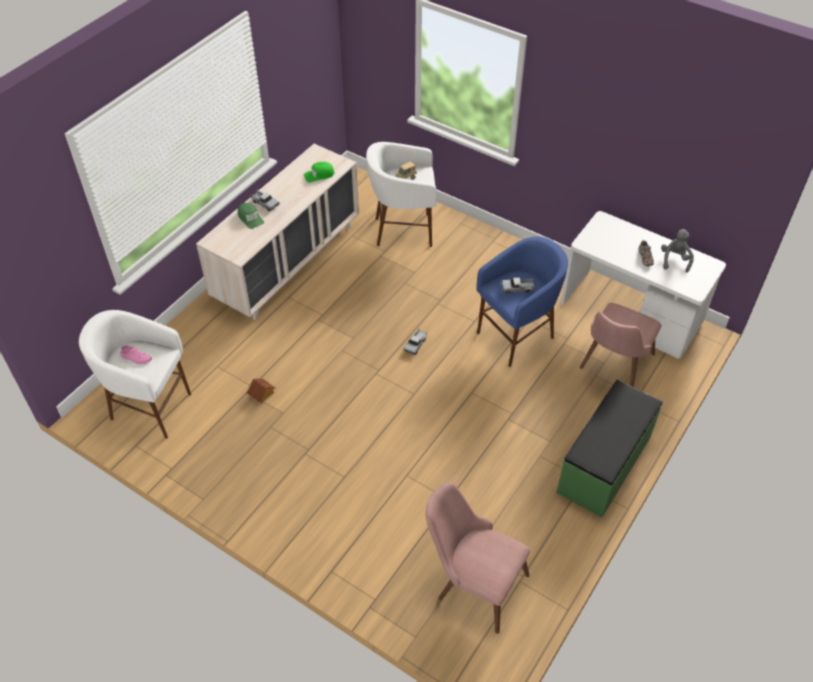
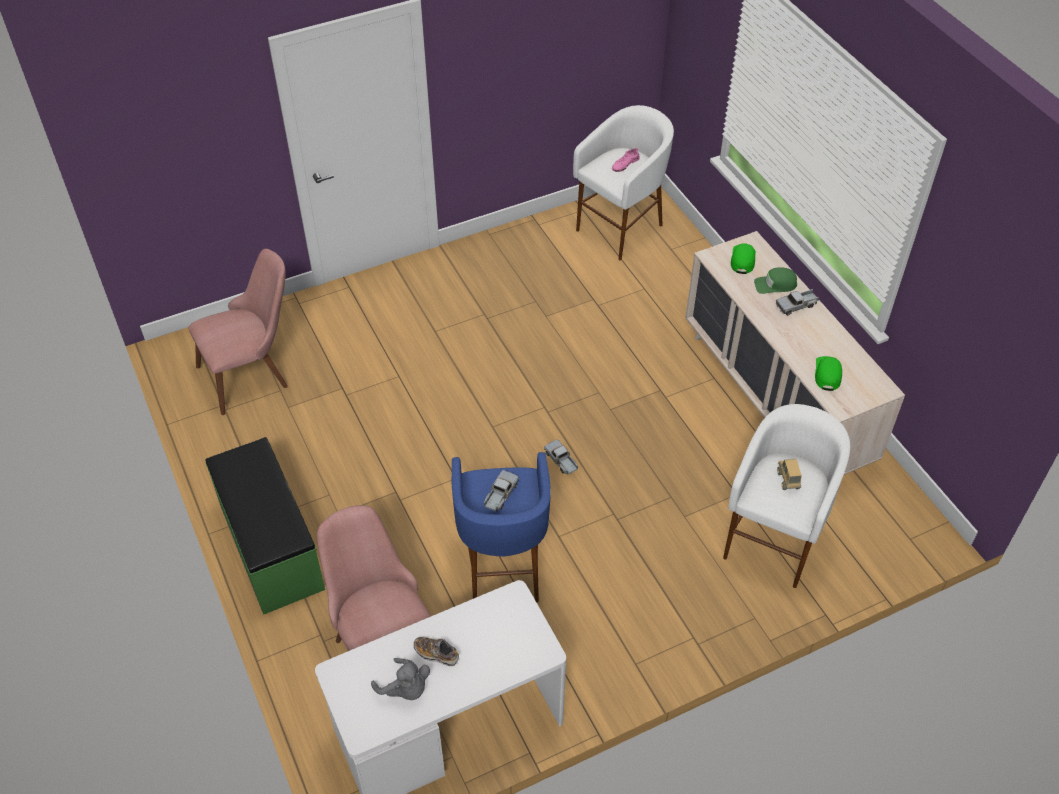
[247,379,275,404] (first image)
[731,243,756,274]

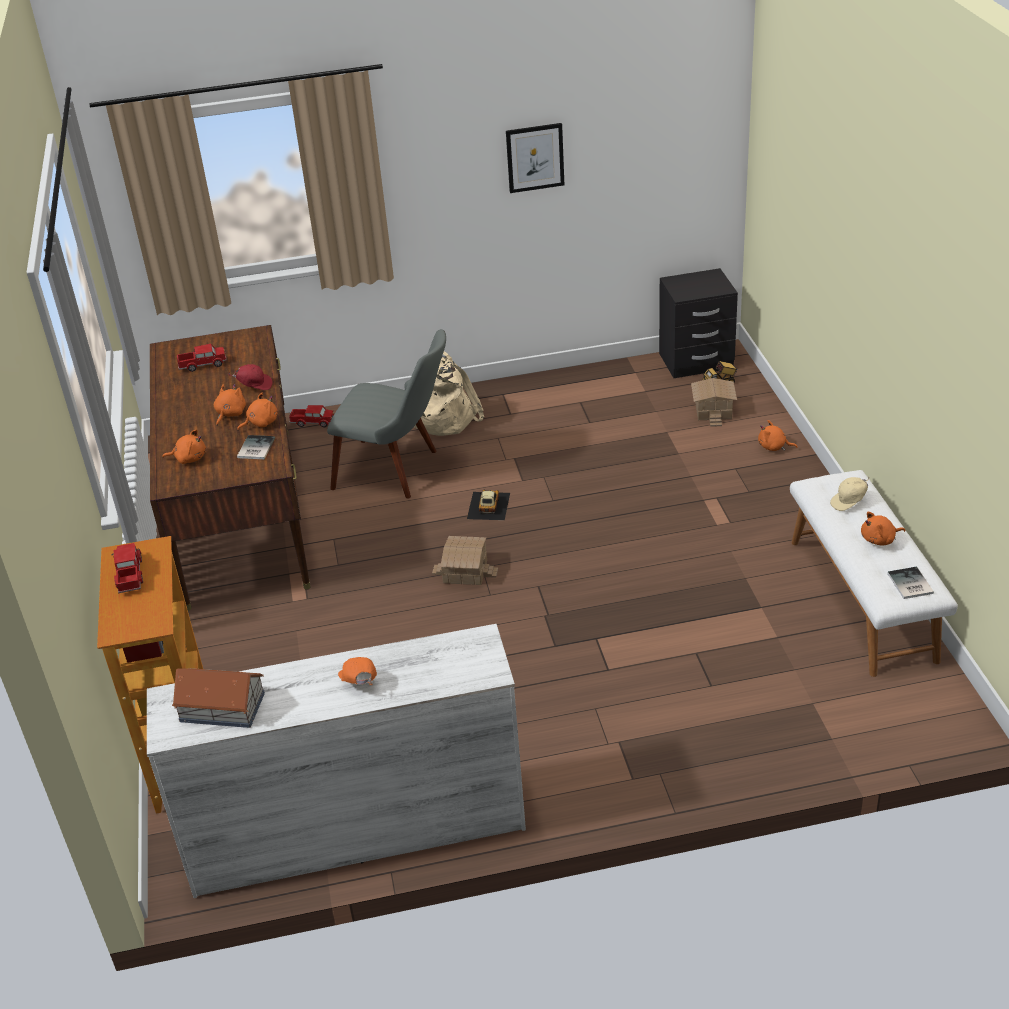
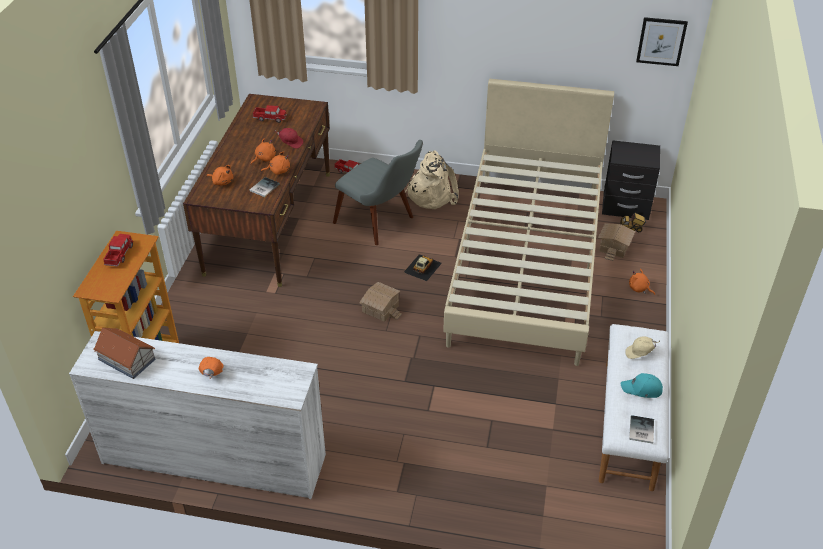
[443,79,614,366]
[636,17,688,66]
[621,373,663,398]

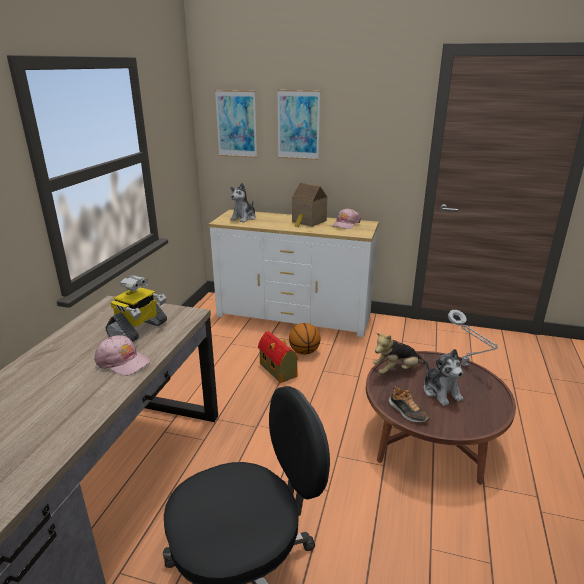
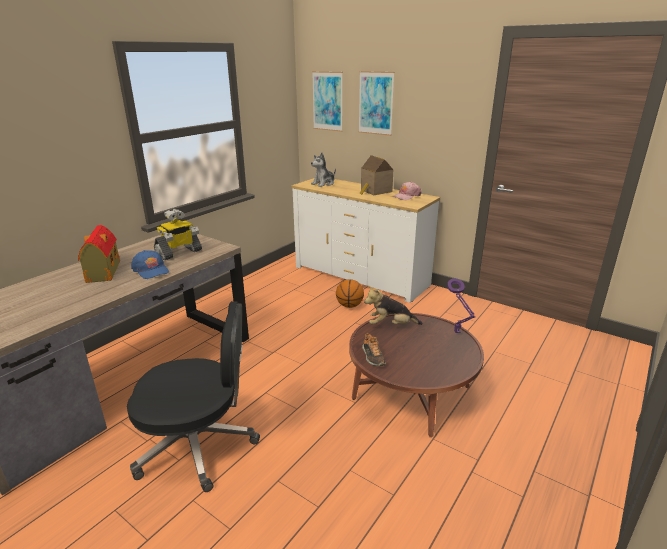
[423,349,463,406] (first image)
[78,225,120,283]
[131,250,169,279]
[447,279,475,333]

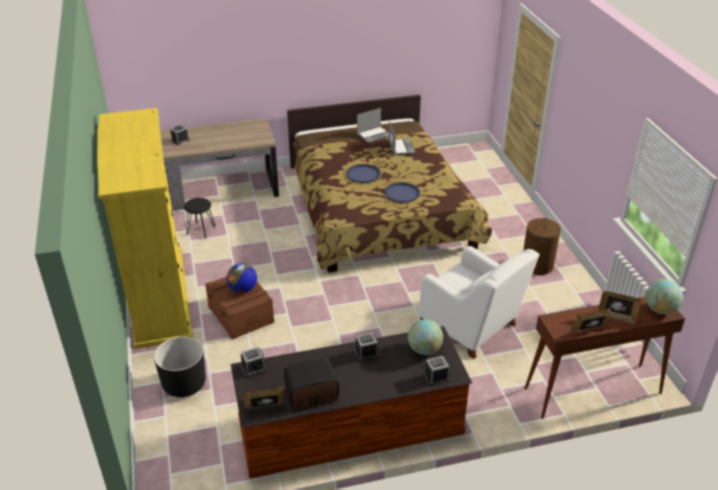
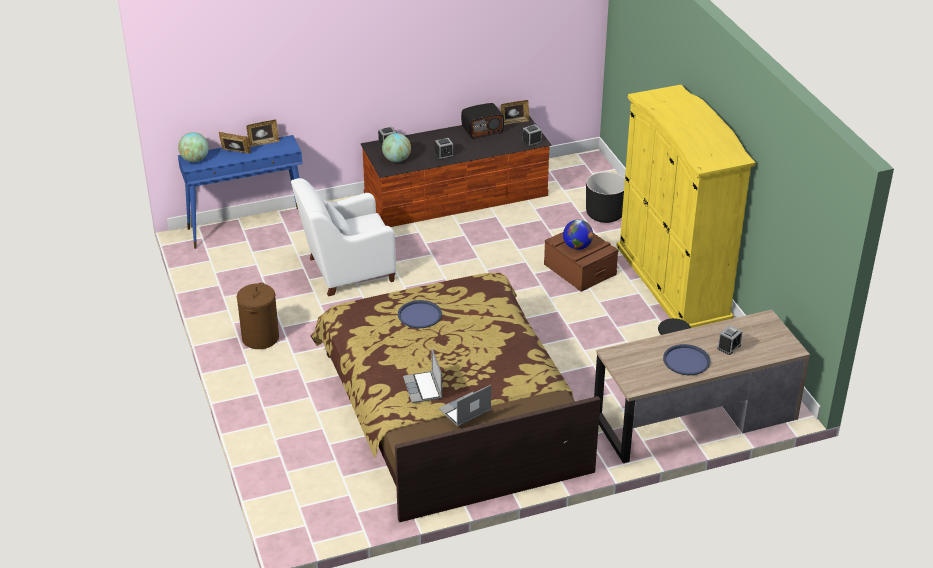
[663,344,710,375]
[178,135,302,249]
[291,178,396,296]

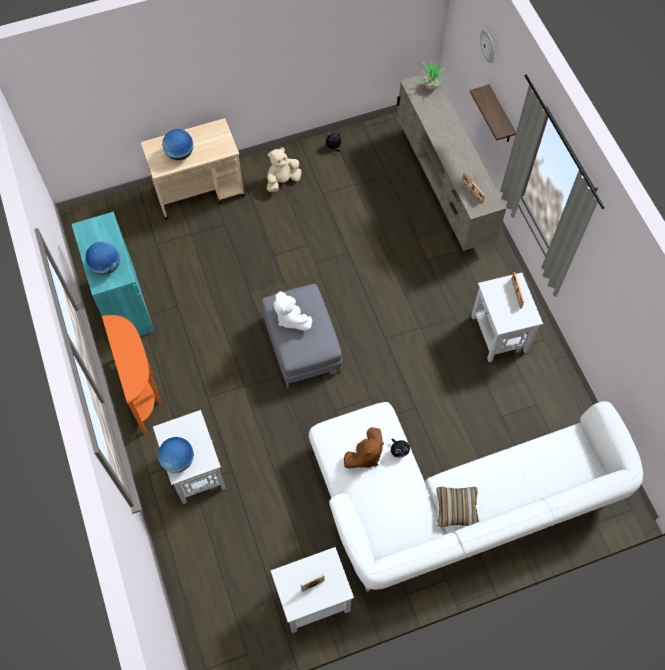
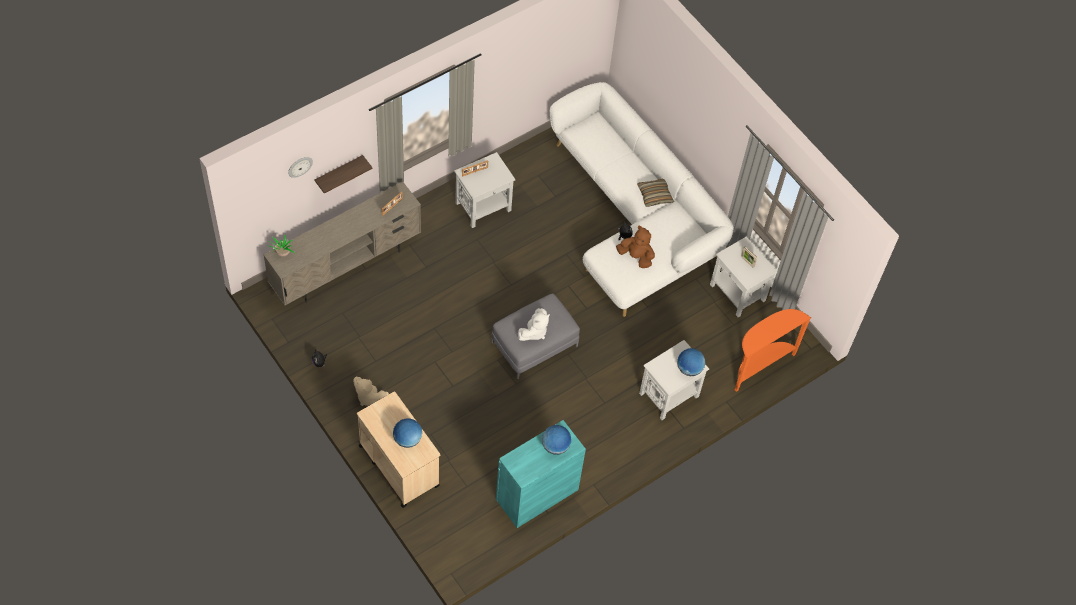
[735,309,811,392]

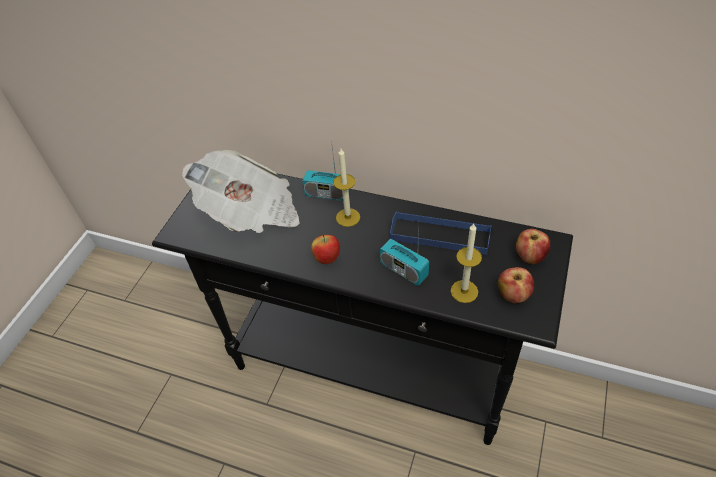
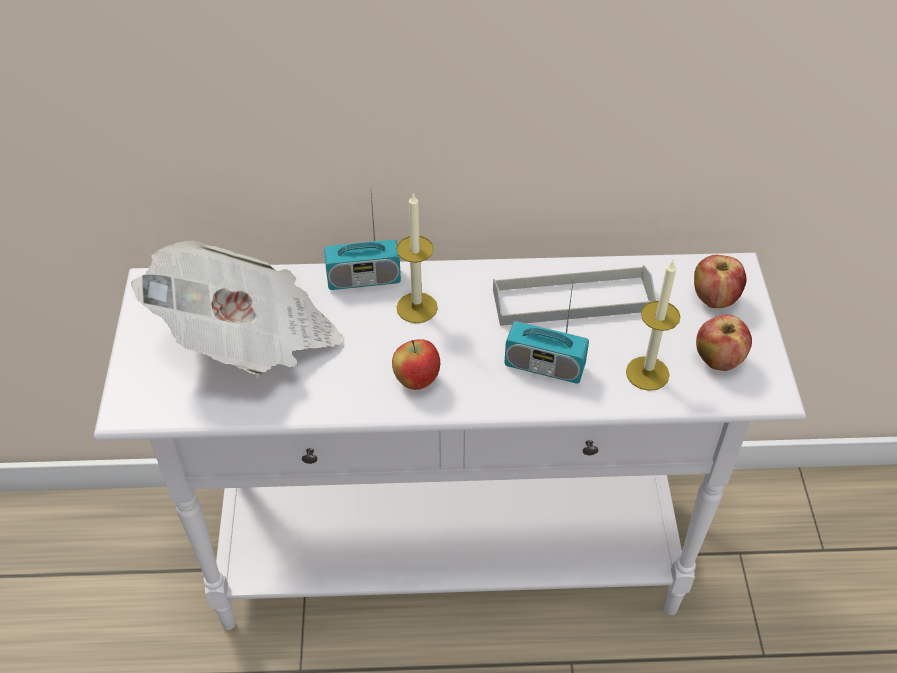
[94,253,806,630]
[493,265,656,326]

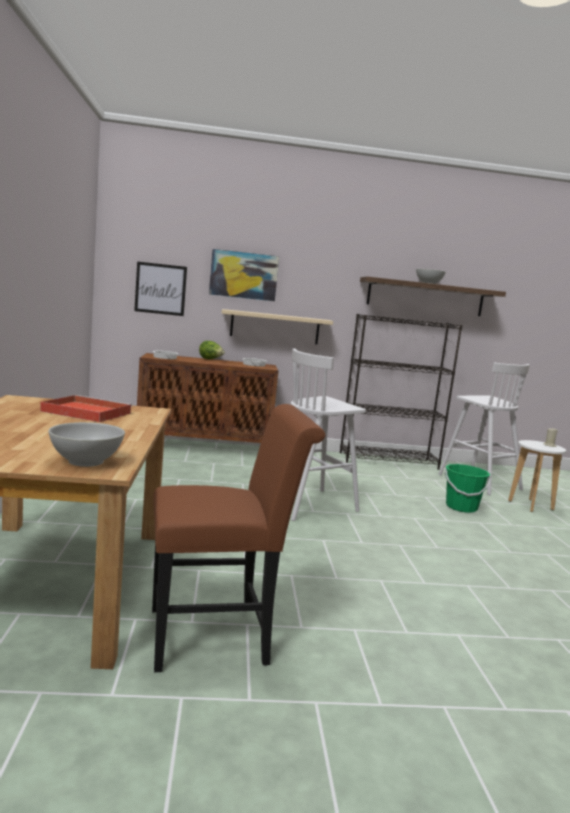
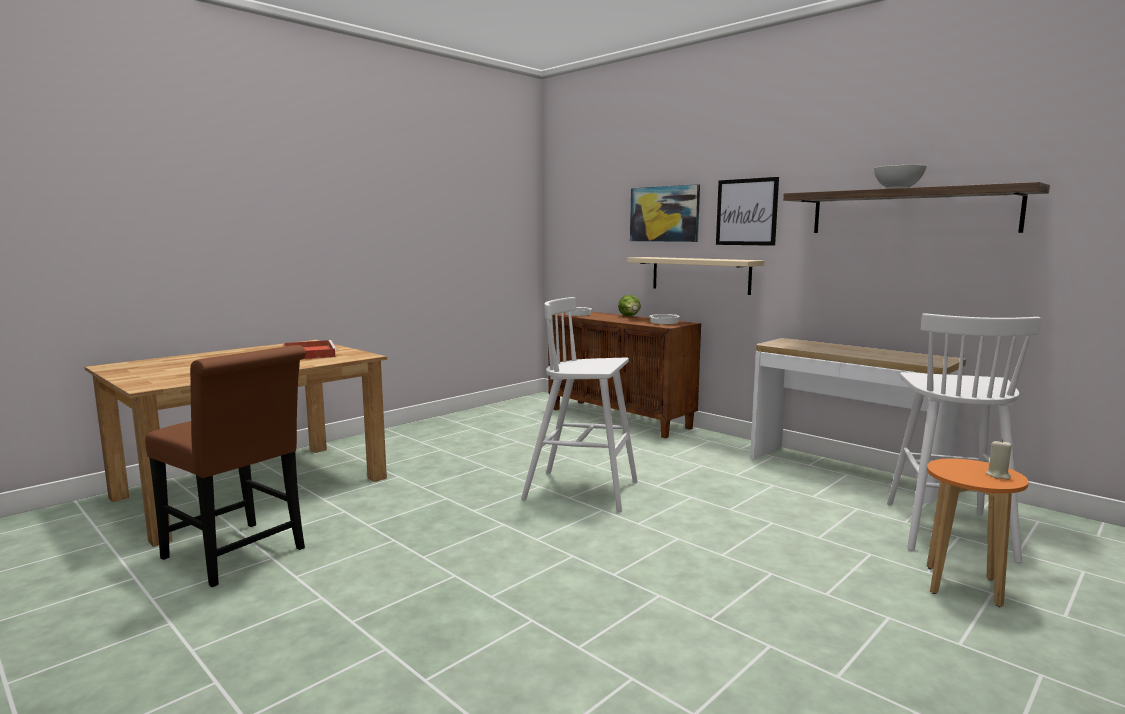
[48,422,125,467] (first image)
[445,464,491,513] (first image)
[716,177,779,246]
[750,338,966,503]
[926,458,1029,607]

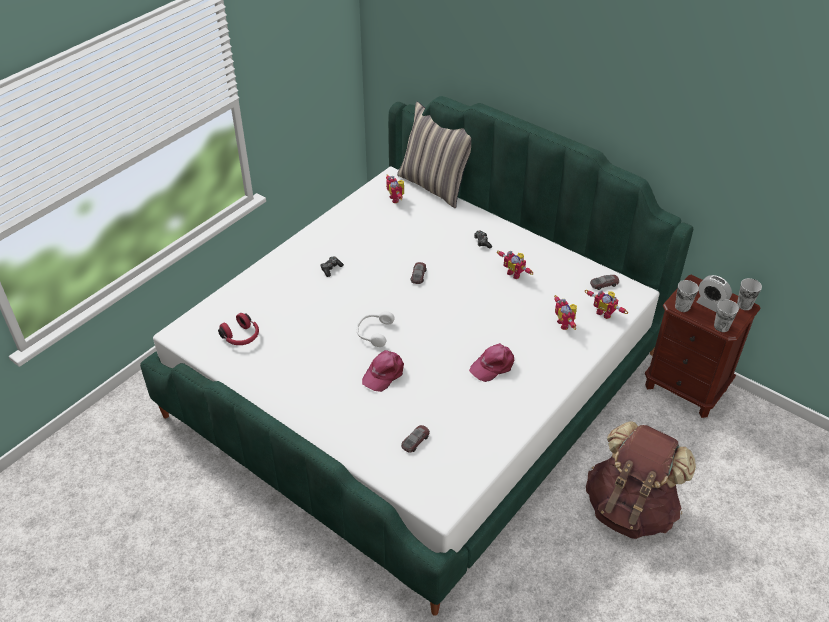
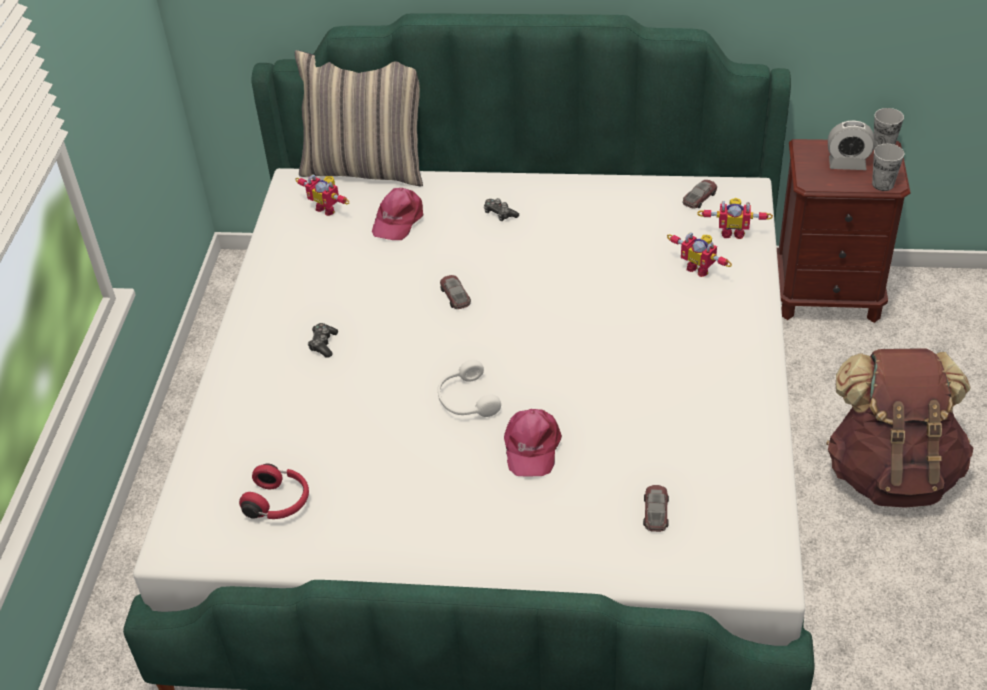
[497,250,533,279] (first image)
[675,280,699,312] (first image)
[372,188,423,240]

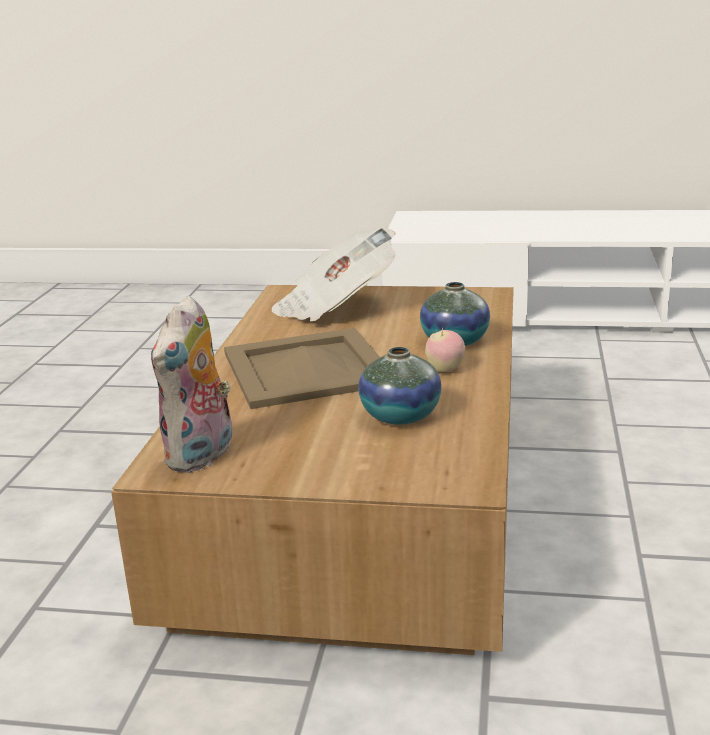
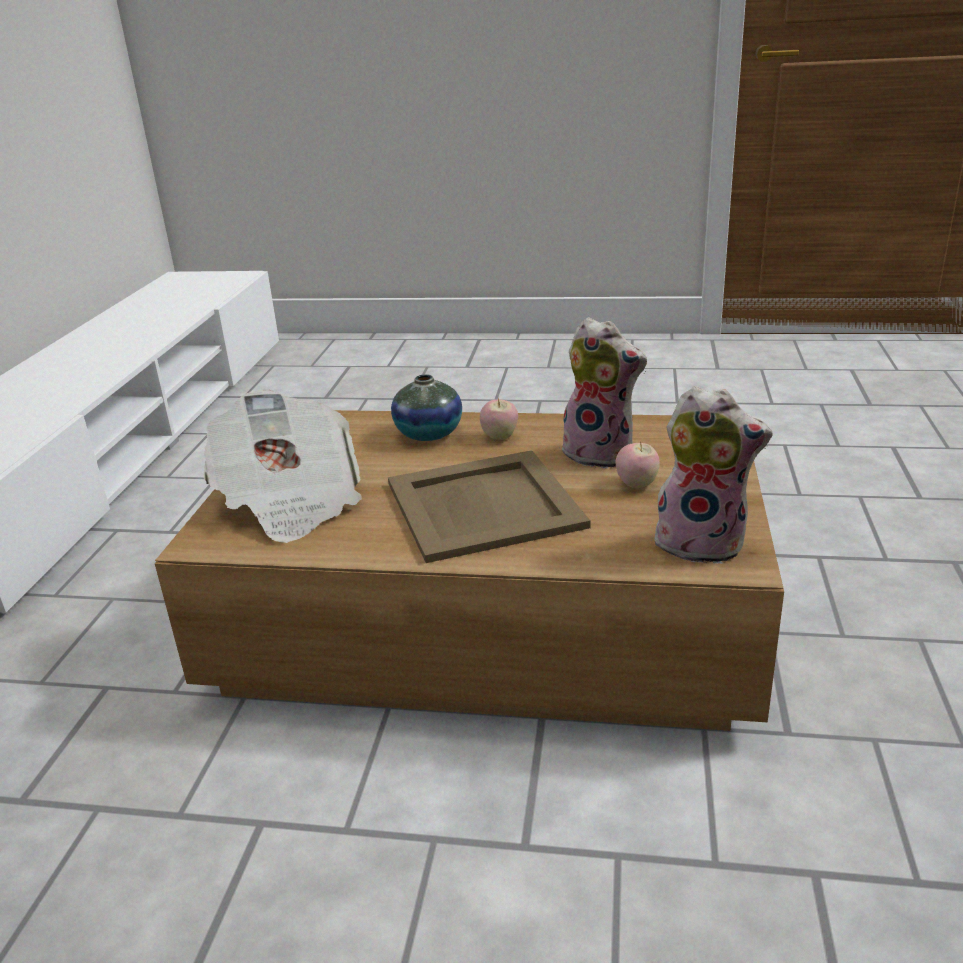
[616,441,660,488]
[559,317,647,469]

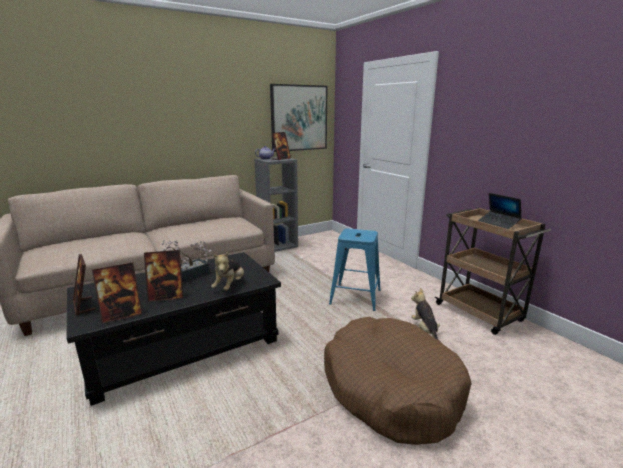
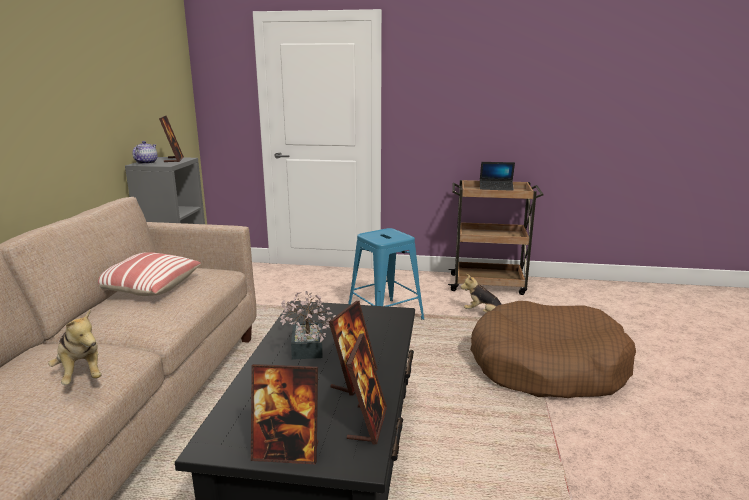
[270,84,328,152] (first image)
[98,252,201,296]
[48,310,102,385]

